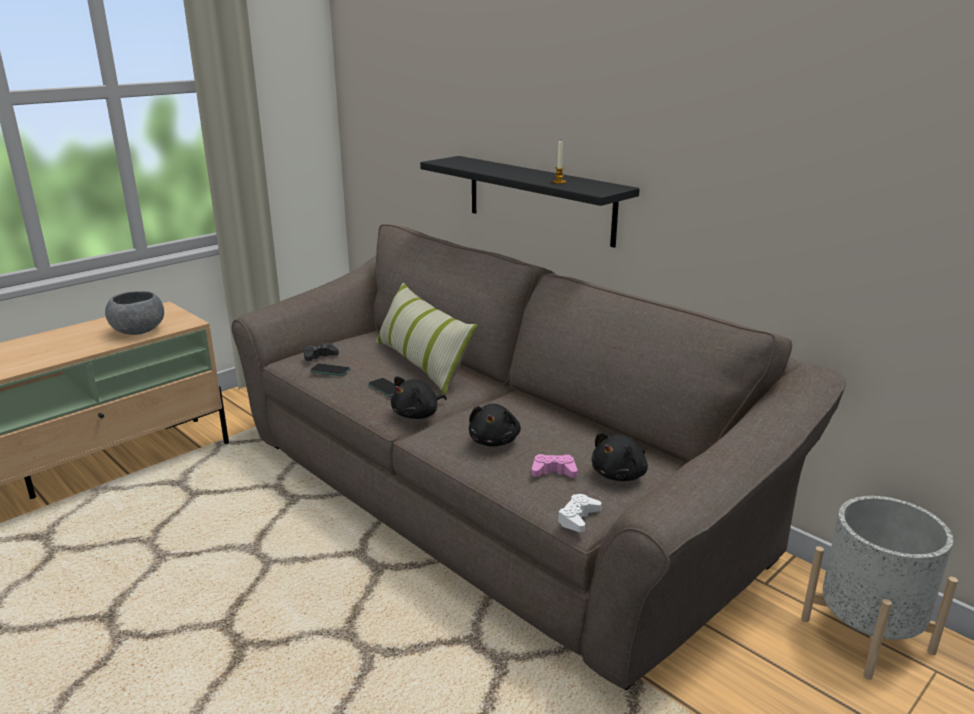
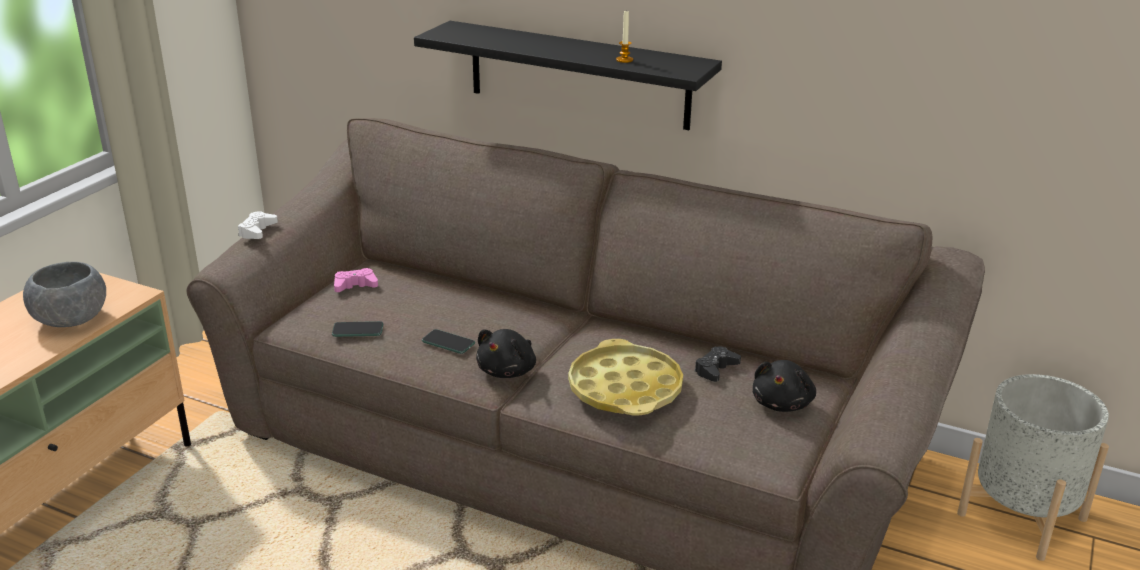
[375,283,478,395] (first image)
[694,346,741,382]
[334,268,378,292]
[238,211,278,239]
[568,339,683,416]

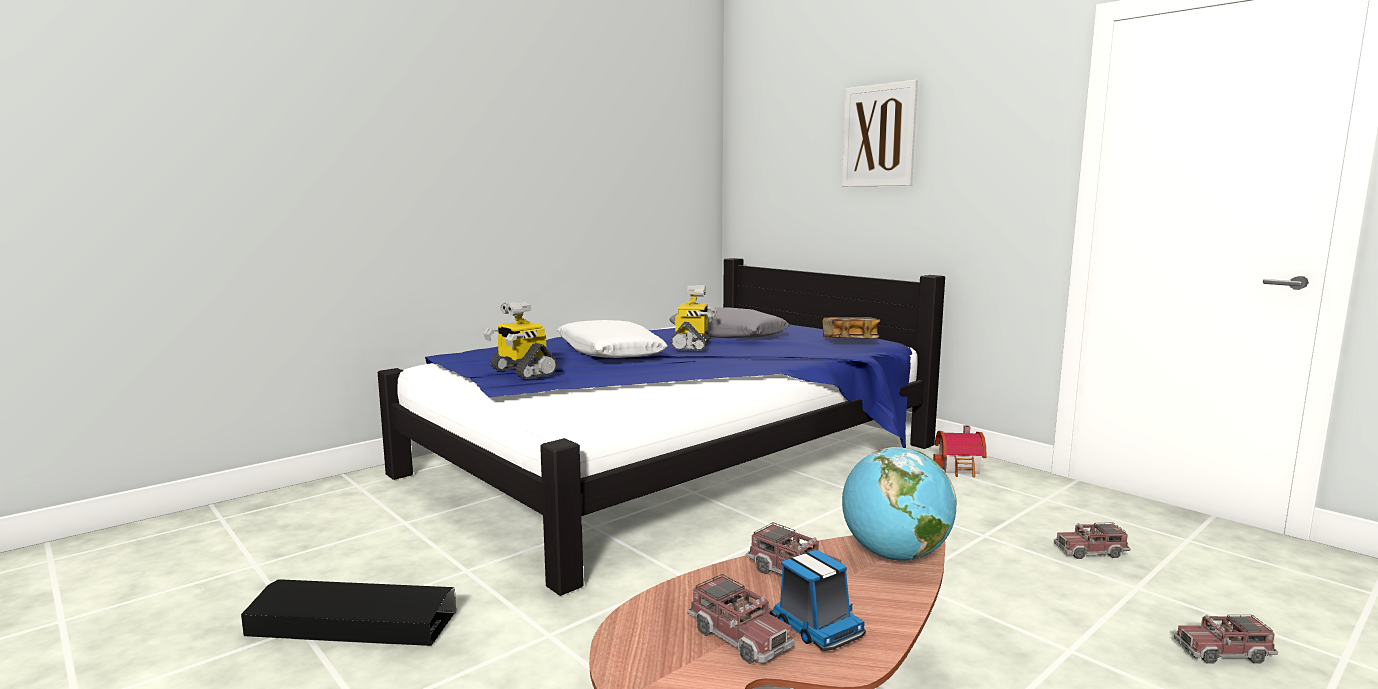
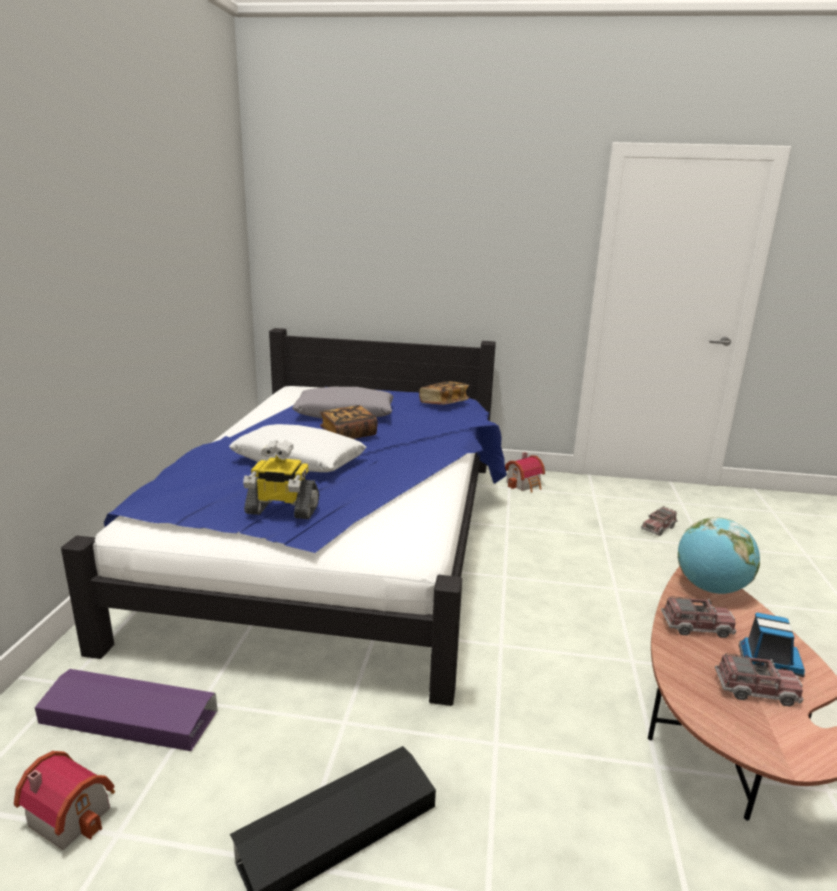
[842,80,918,186] (first image)
[1174,615,1278,663] (first image)
[14,751,115,850]
[35,669,218,751]
[320,405,378,439]

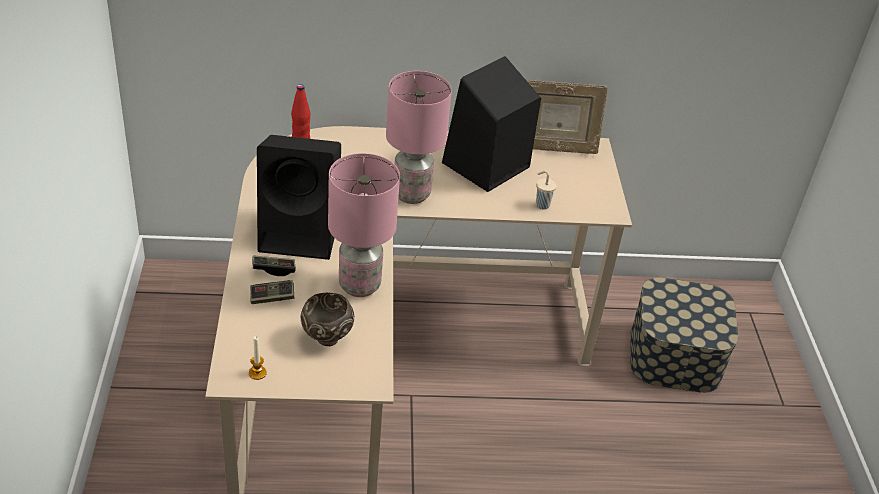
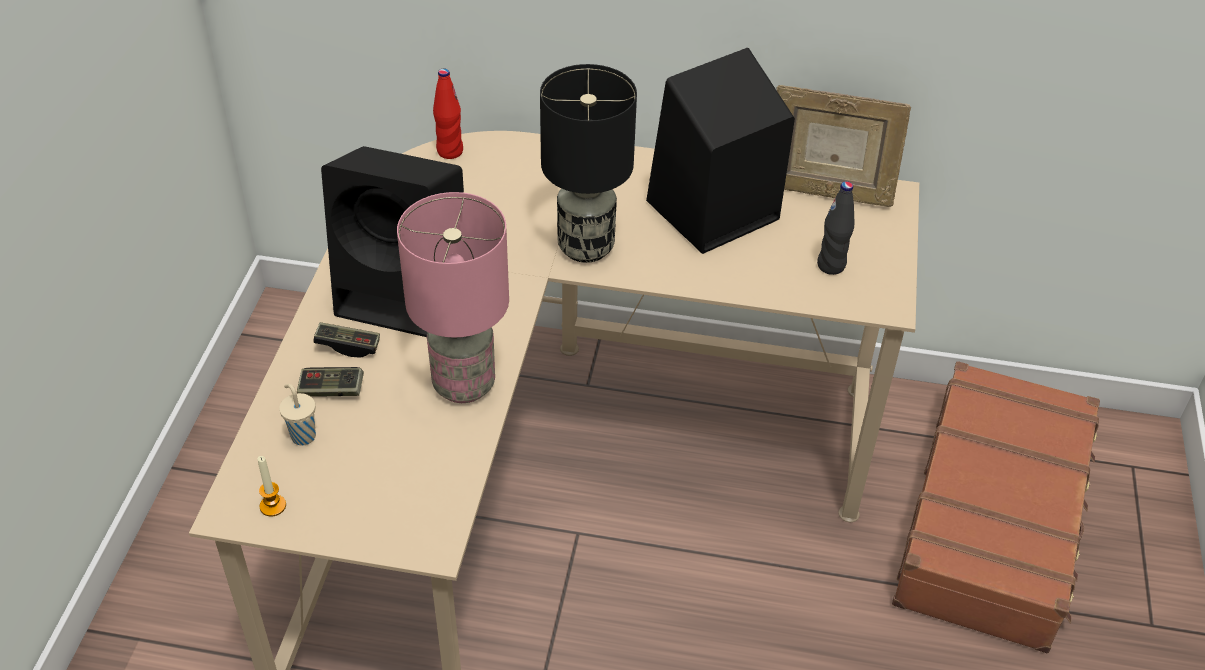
[301,293,354,346] (first image)
[817,181,855,275]
[279,384,316,446]
[892,361,1100,653]
[540,64,637,263]

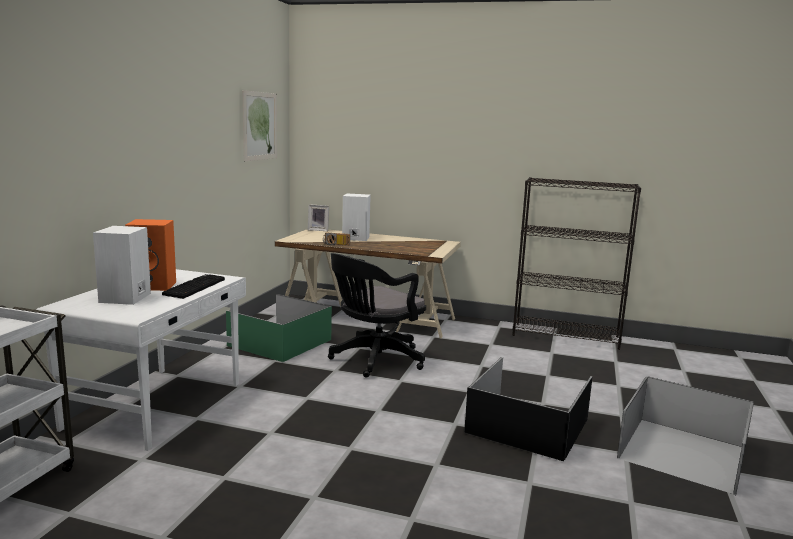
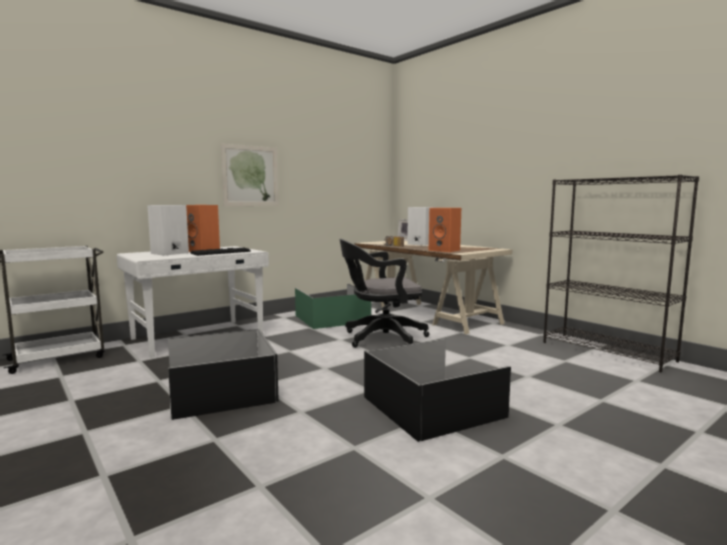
[429,208,461,252]
[221,143,279,206]
[168,329,279,420]

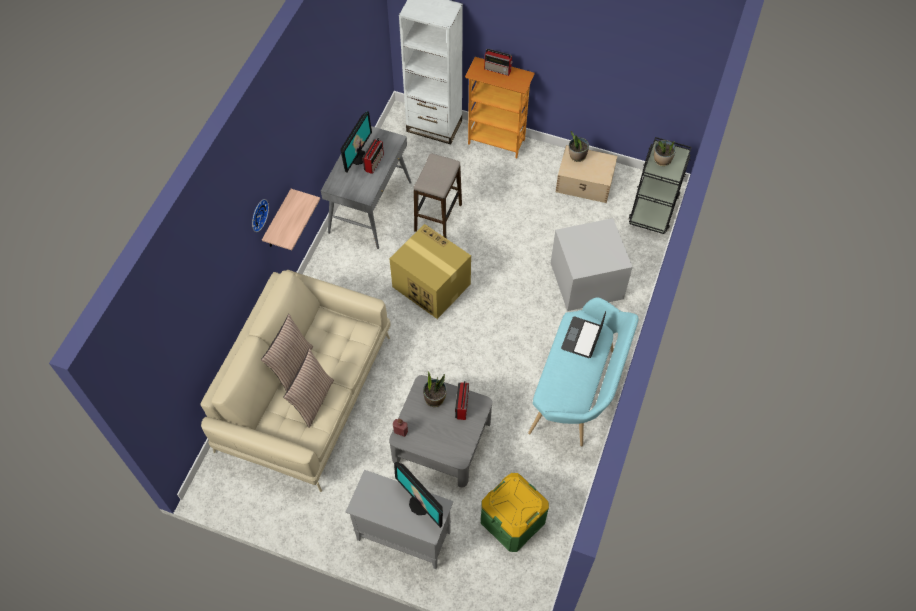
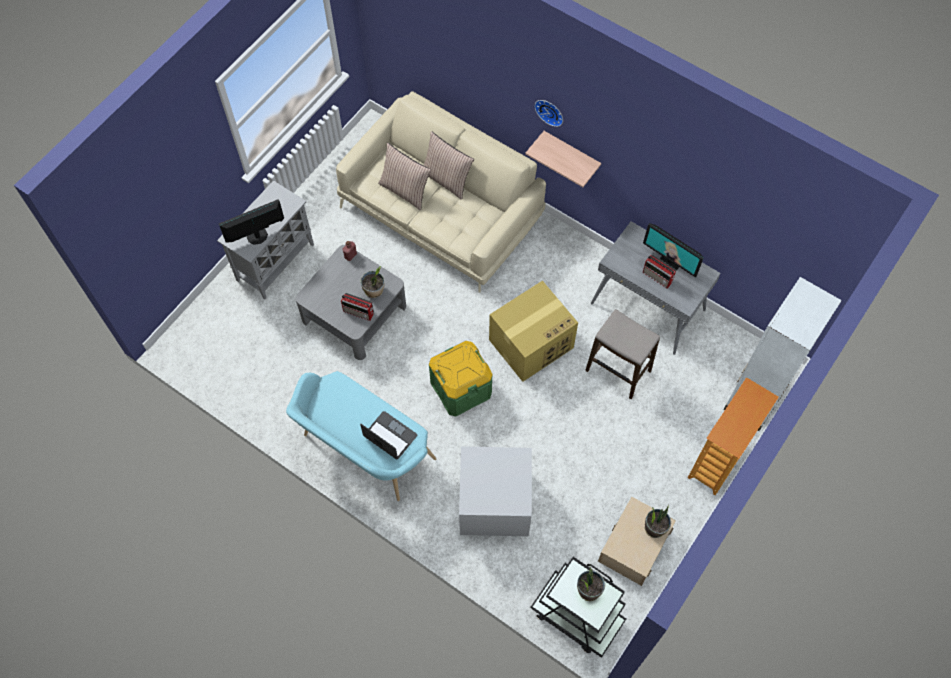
[484,49,513,76] (first image)
[429,341,493,416]

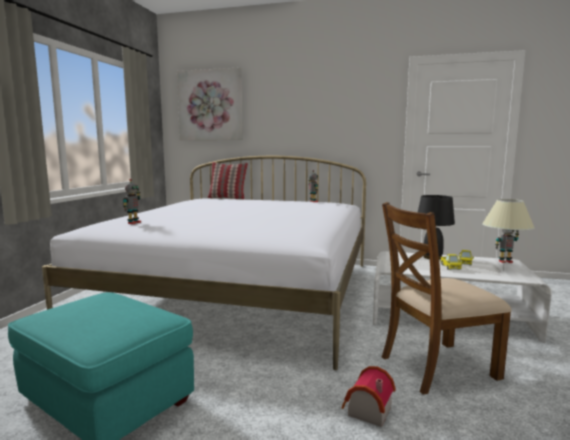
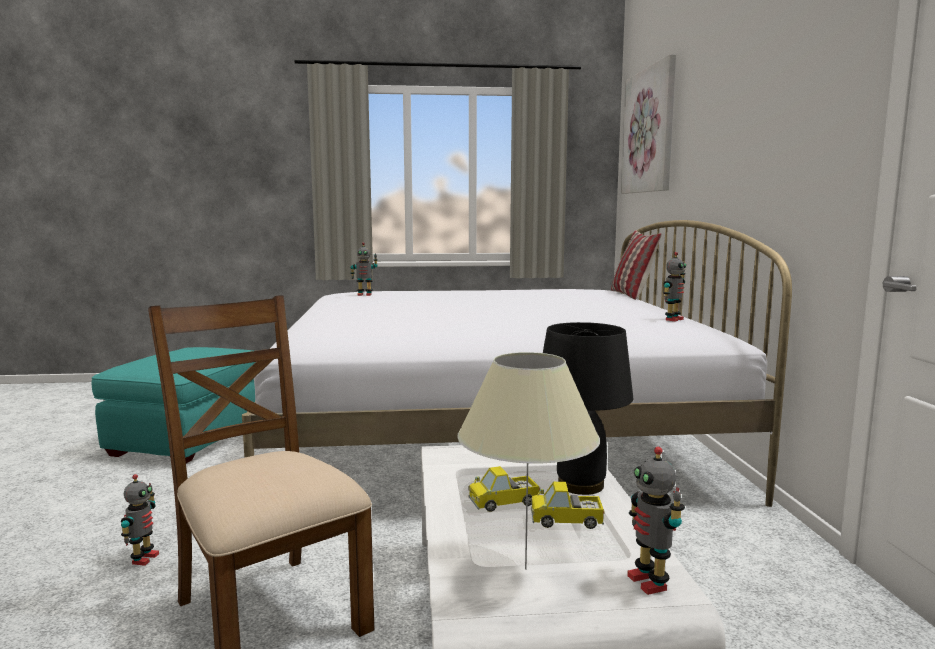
[121,474,159,566]

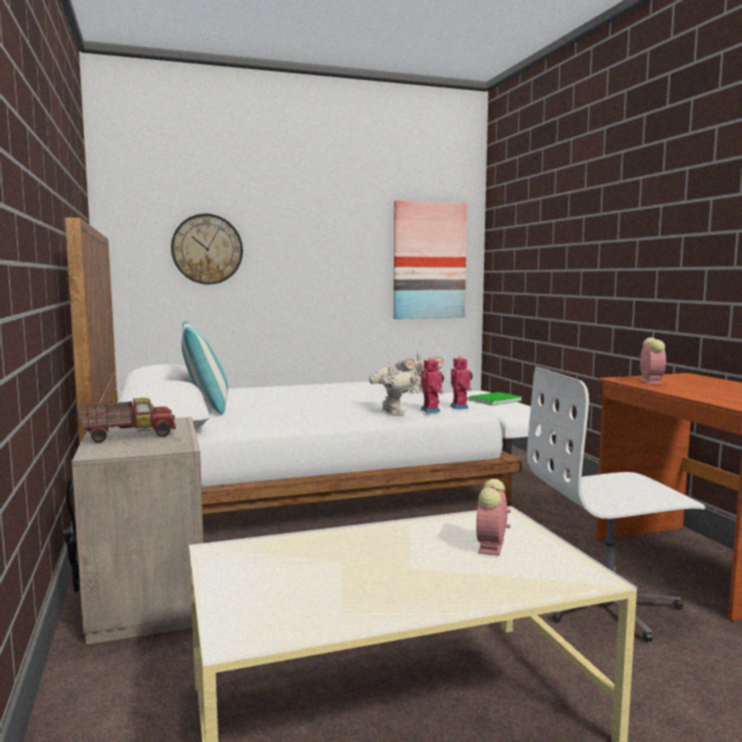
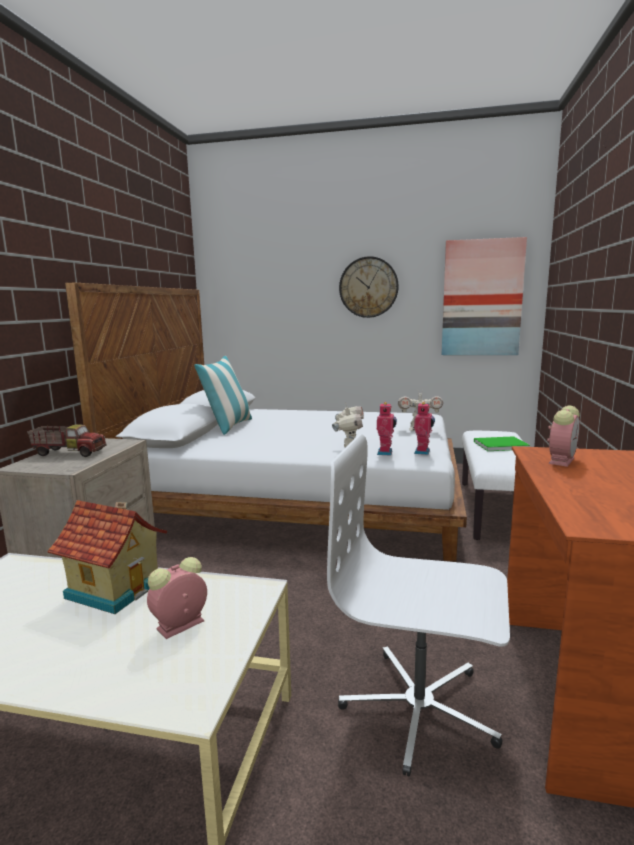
[47,500,167,614]
[339,256,399,318]

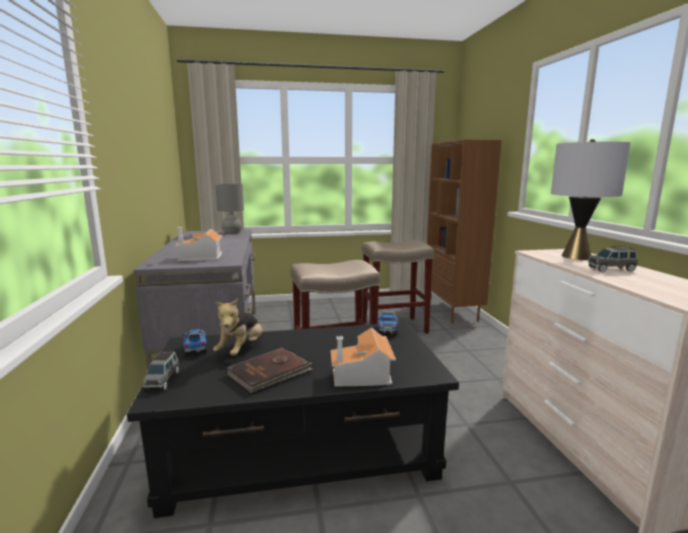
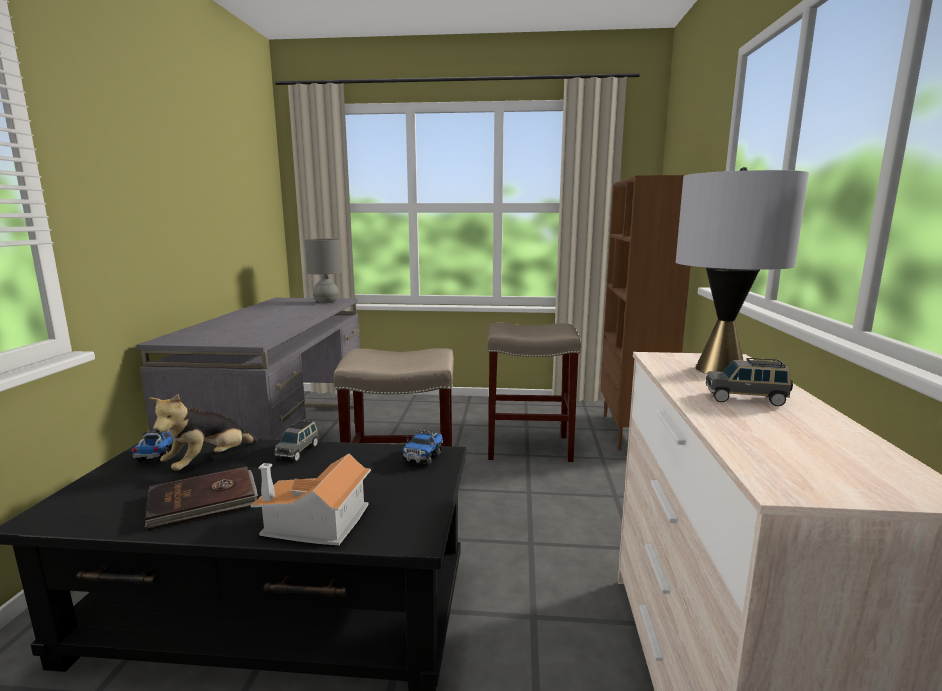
[174,227,222,261] (first image)
[275,419,318,461]

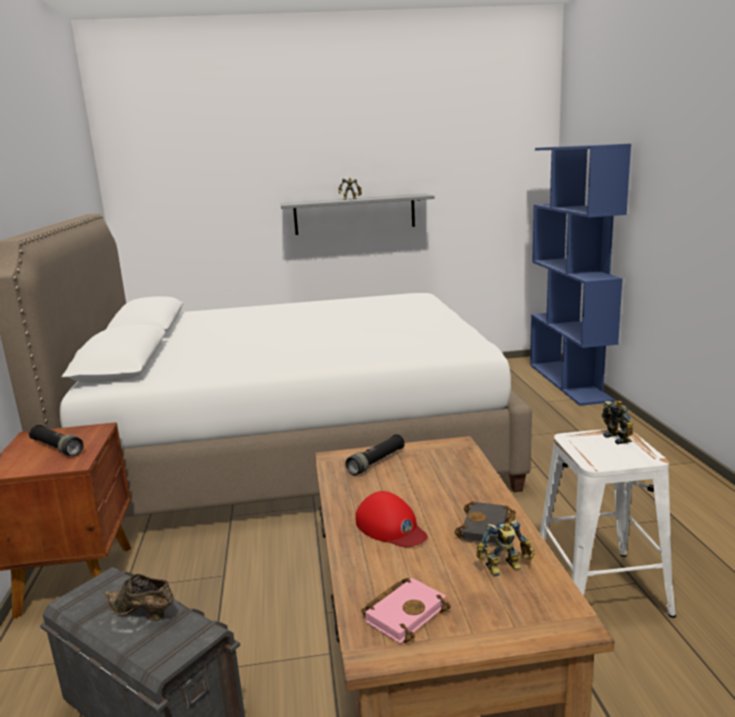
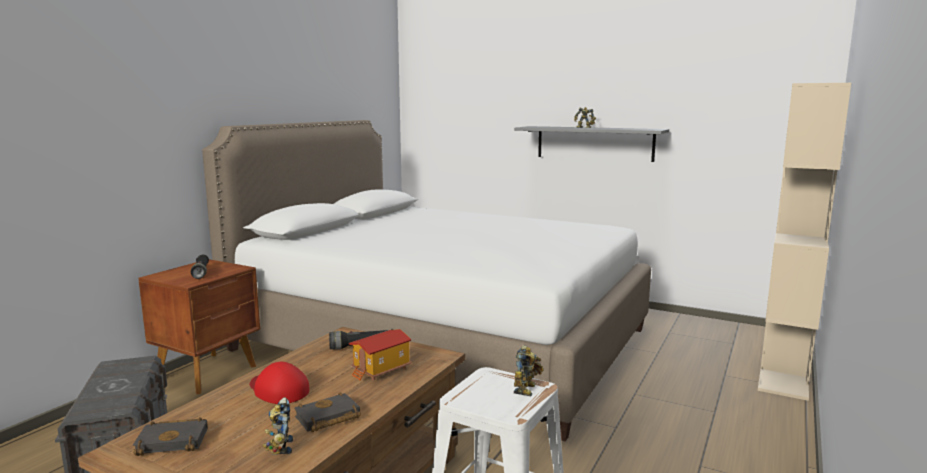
[104,574,174,621] (first image)
[349,329,412,381]
[133,418,208,456]
[758,83,851,401]
[250,362,309,404]
[263,397,293,455]

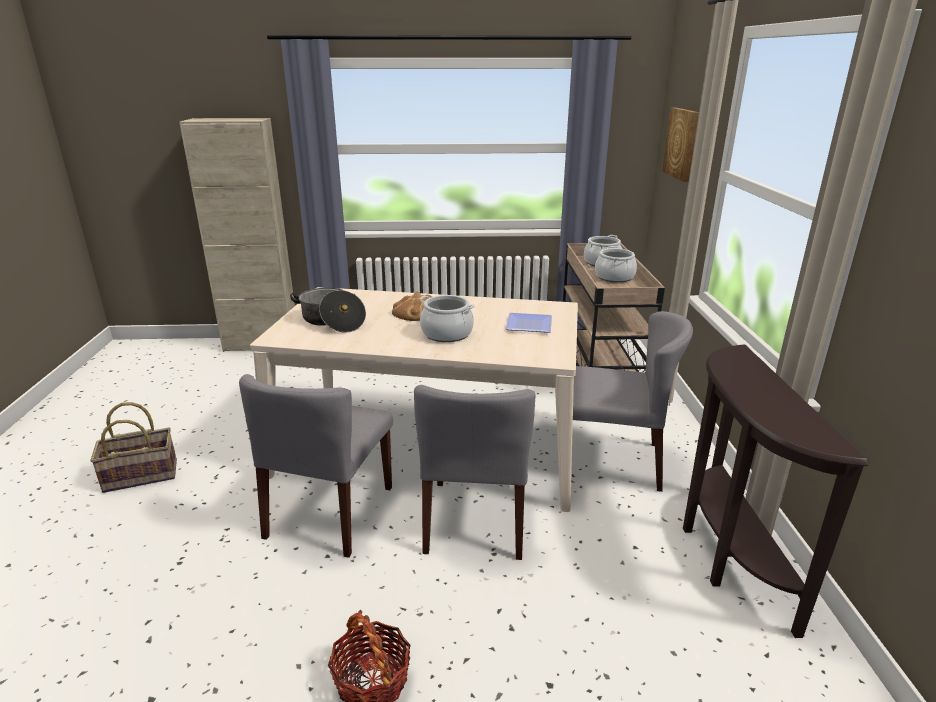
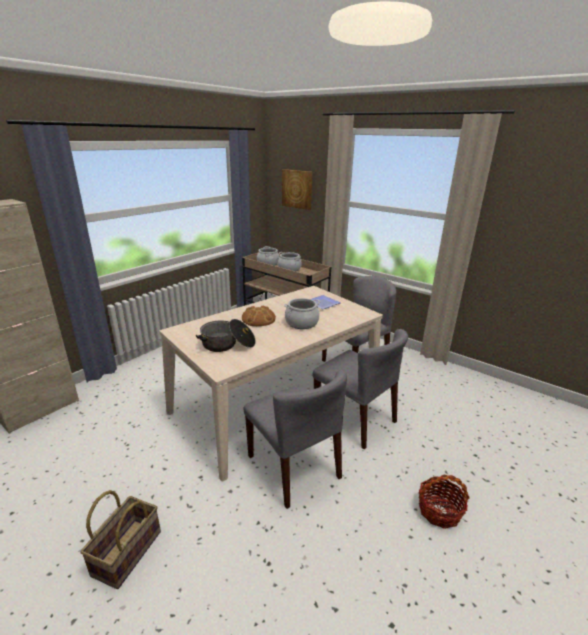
[683,344,868,638] (first image)

